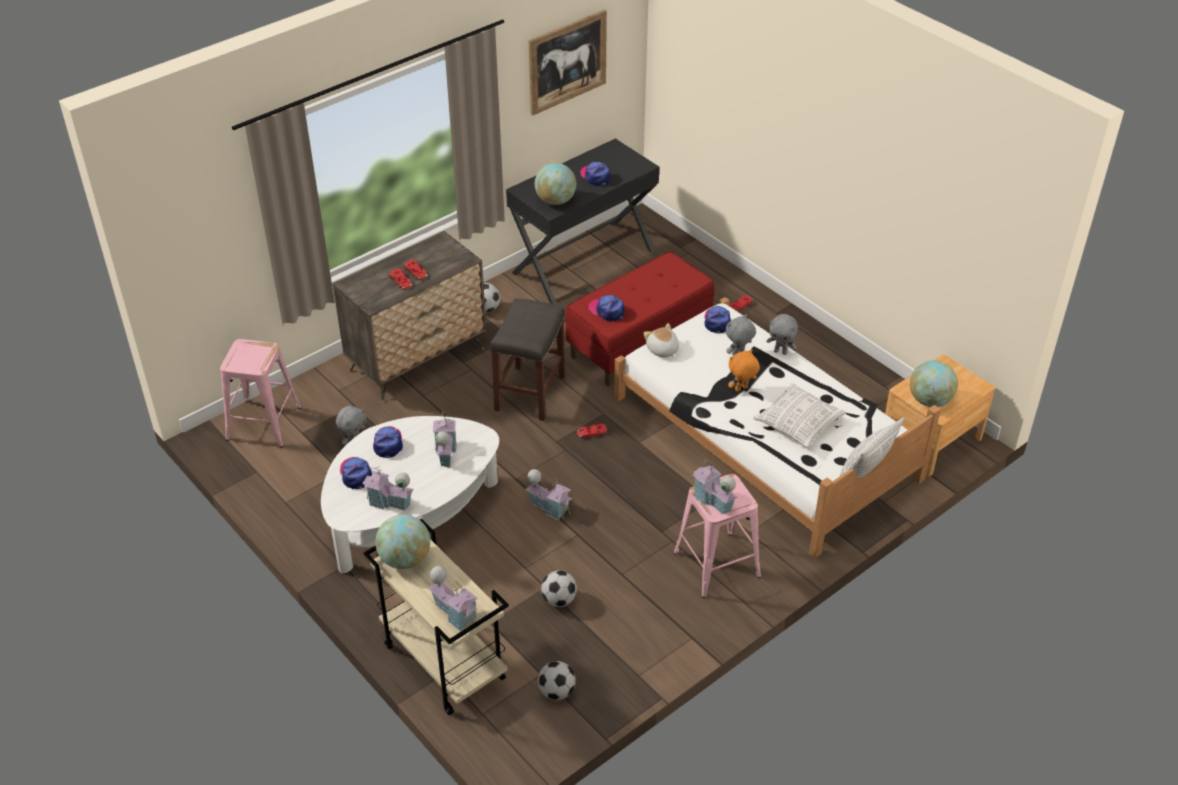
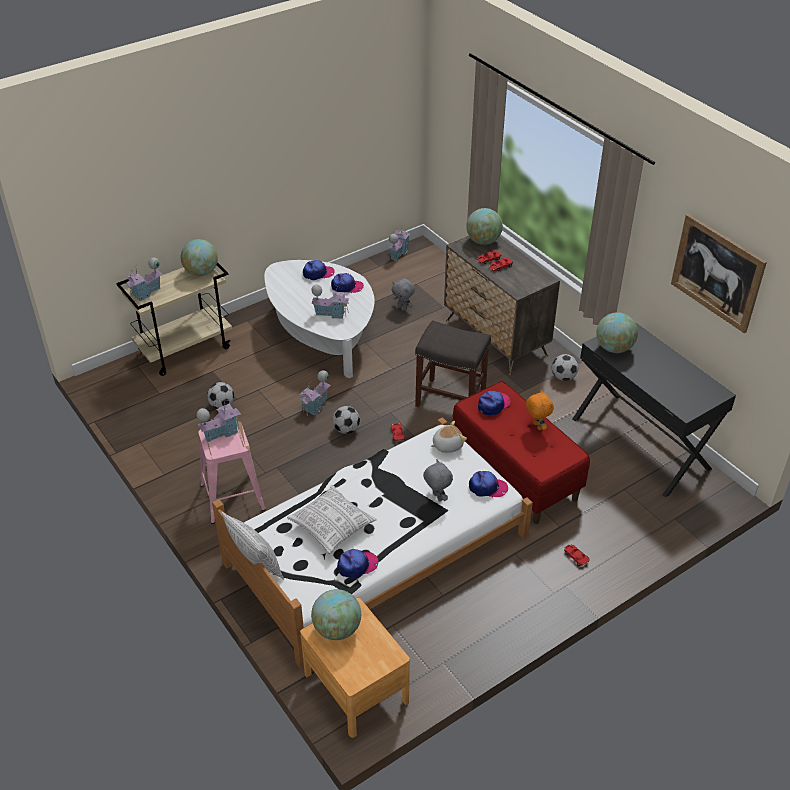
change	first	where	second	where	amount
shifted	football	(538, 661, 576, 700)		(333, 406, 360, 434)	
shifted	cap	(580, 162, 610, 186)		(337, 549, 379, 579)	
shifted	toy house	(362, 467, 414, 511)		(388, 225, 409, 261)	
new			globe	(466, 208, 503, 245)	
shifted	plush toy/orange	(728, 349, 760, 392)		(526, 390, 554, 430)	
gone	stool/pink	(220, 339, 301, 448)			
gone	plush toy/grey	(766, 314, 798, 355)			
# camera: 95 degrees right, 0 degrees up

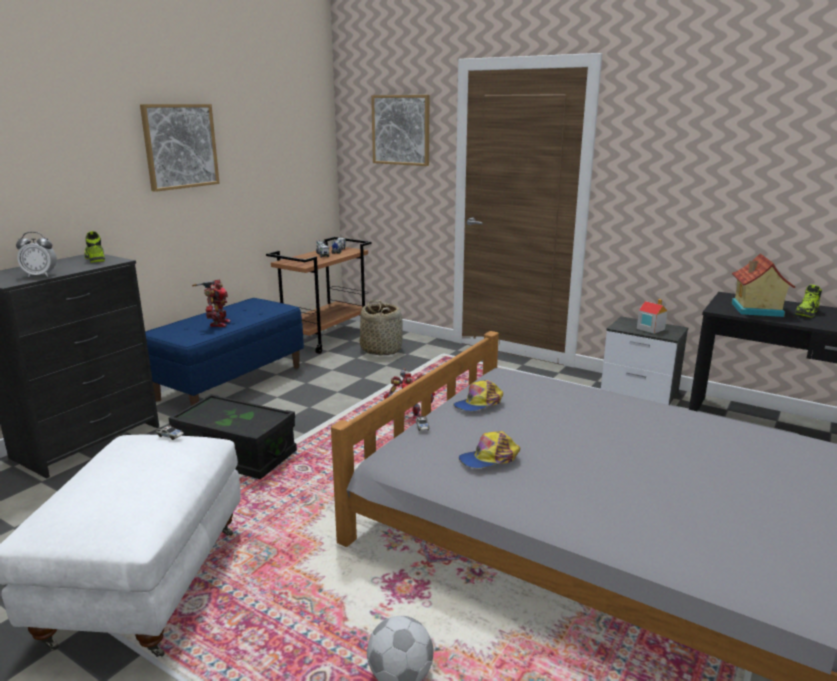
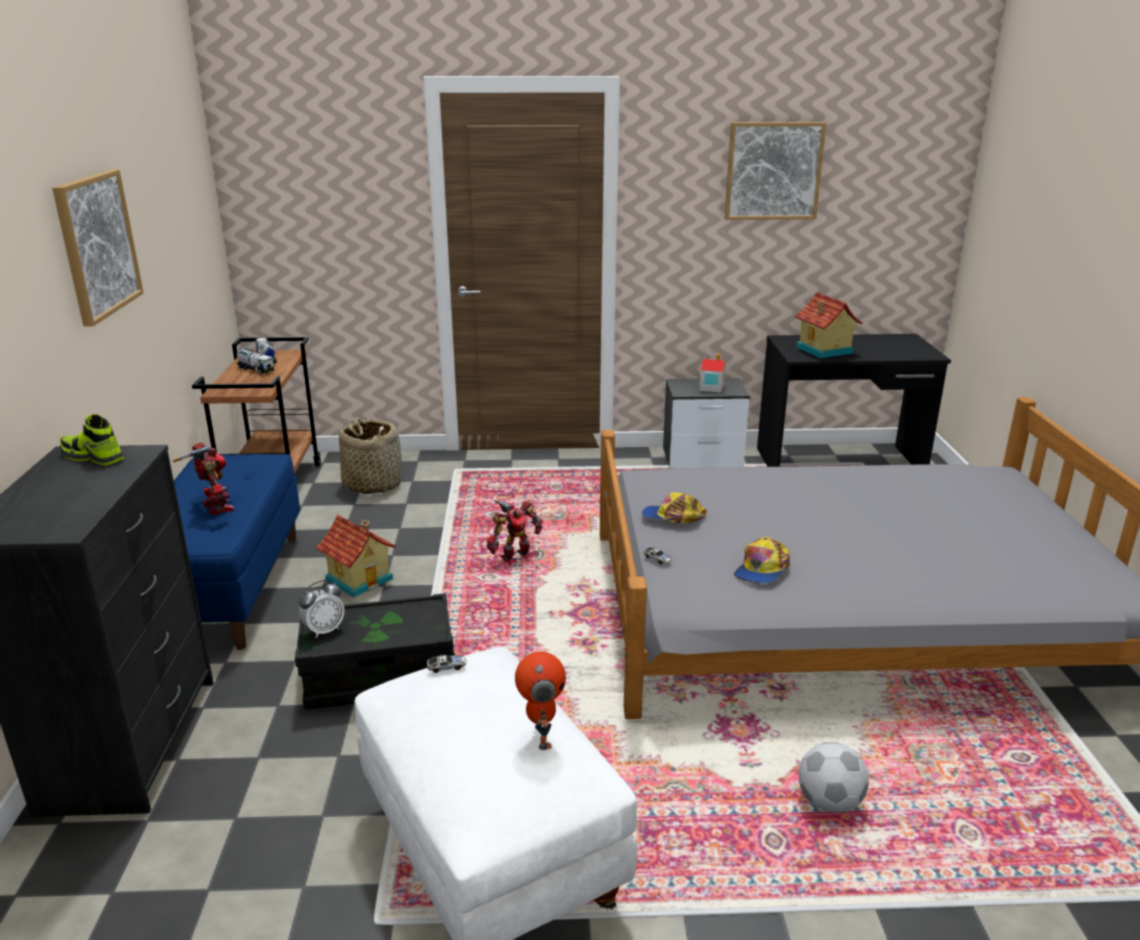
change	first	where	second	where	amount
shifted	alarm clock	(16, 232, 57, 277)		(299, 580, 345, 638)	
new			toy house	(316, 515, 396, 598)	
new			toy robot	(515, 651, 566, 750)	
rotated	cap	(453, 380, 503, 411)		(642, 492, 707, 524)	90 degrees clockwise
shifted	picture	(371, 95, 429, 166)		(725, 122, 826, 220)	
gone	shoe	(795, 285, 822, 317)			
# camera: 35 degrees left, 5 degrees up

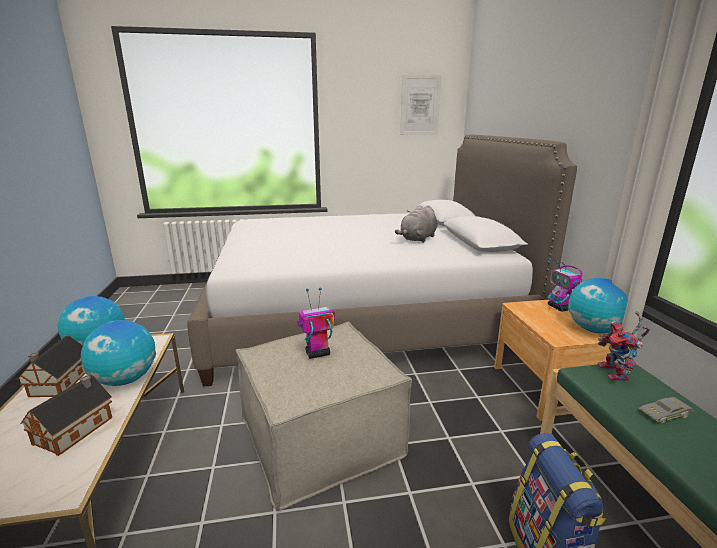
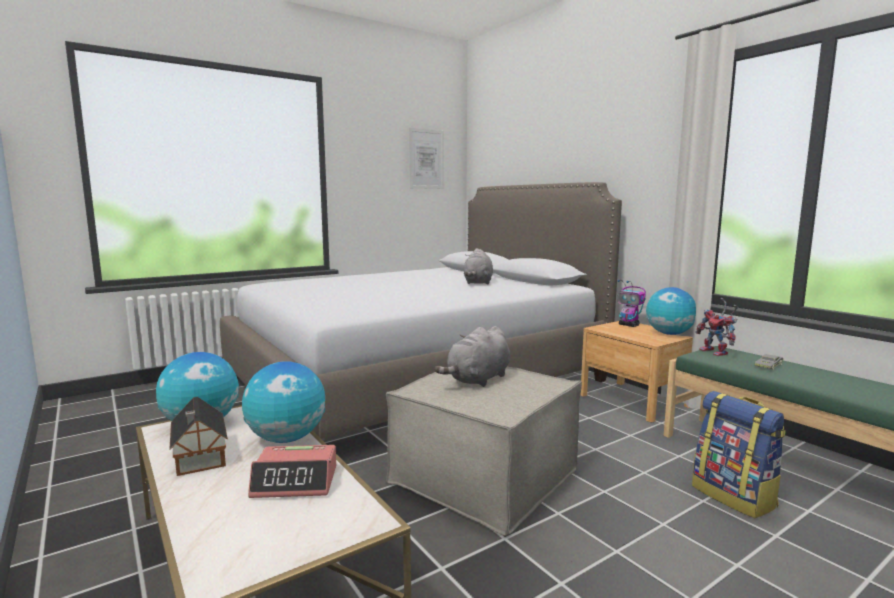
change	first	where	second	where	amount
swapped	toy house	(20, 375, 112, 456)	alarm clock	(248, 445, 336, 498)	
swapped	toy robot	(298, 287, 335, 359)	plush toy/grey	(435, 326, 510, 387)	
# camera: 25 degrees left, 10 degrees down

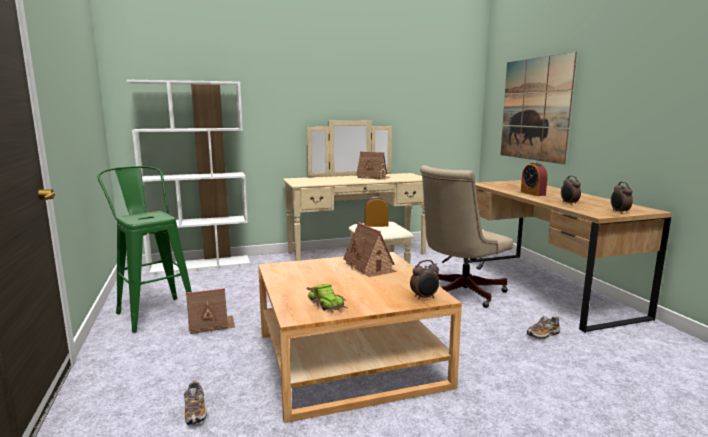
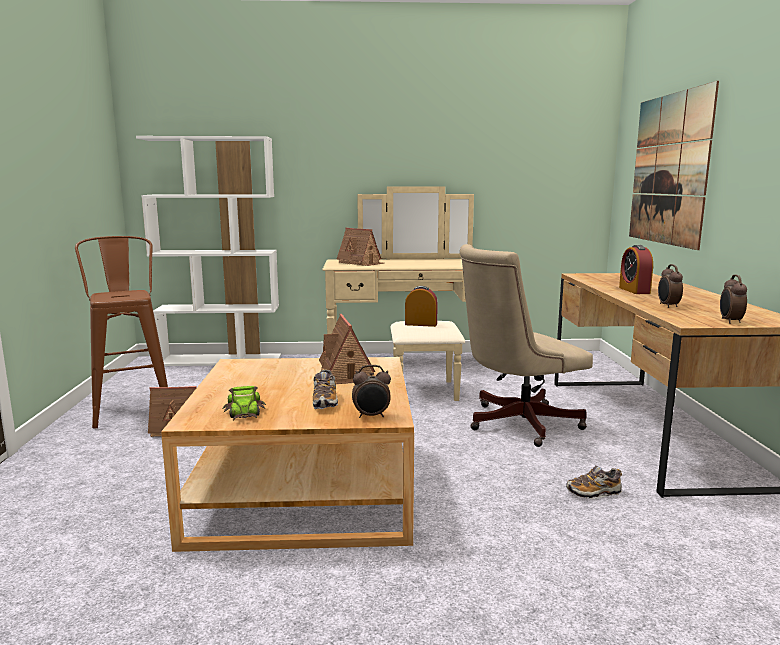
change	first	where	second	where	amount
repainted	stool/green	(97, 166, 192, 333)	stool/brown	(75, 236, 168, 428)	
shifted	shoe	(184, 381, 207, 426)		(313, 369, 338, 409)	
shifted	toy house	(356, 151, 390, 180)		(337, 228, 384, 266)	
# camera: 15 degrees right, 0 degrees up

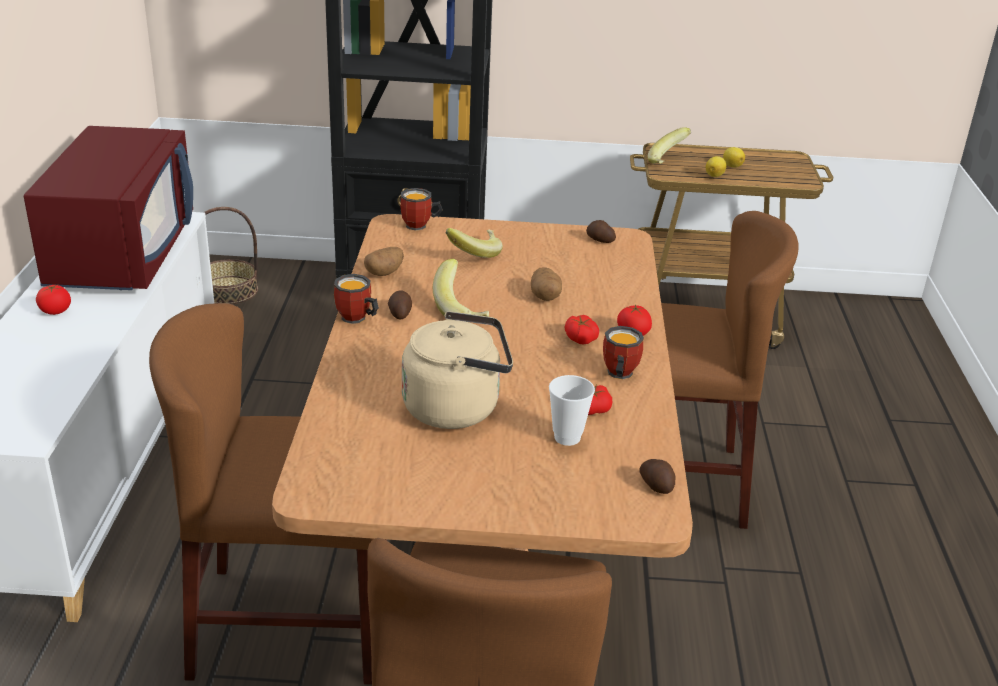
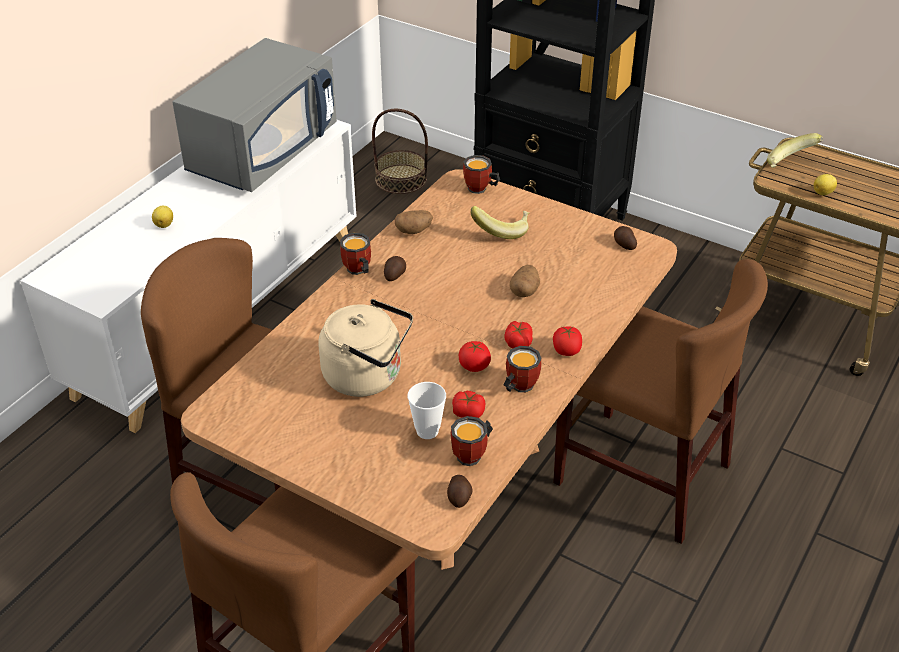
change	first	where	second	where	amount
shifted	lemon	(723, 147, 745, 168)		(152, 206, 173, 228)	
repainted	microwave/red	(24, 126, 193, 290)	microwave/grey	(172, 38, 337, 192)	
new			mug	(450, 416, 493, 466)	
shifted	tomato	(36, 285, 71, 315)		(459, 341, 491, 372)	
gone	banana	(433, 258, 489, 317)			
# camera: 30 degrees right, 10 degrees up

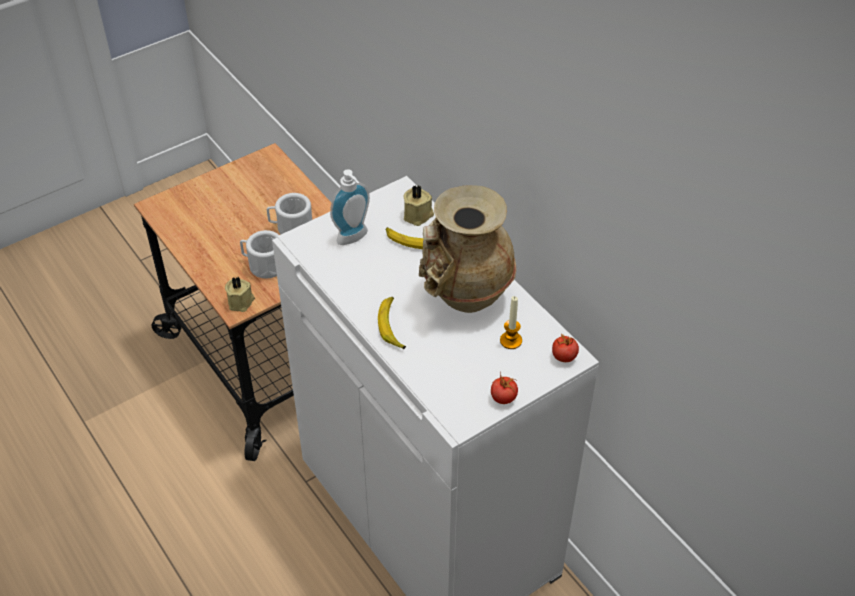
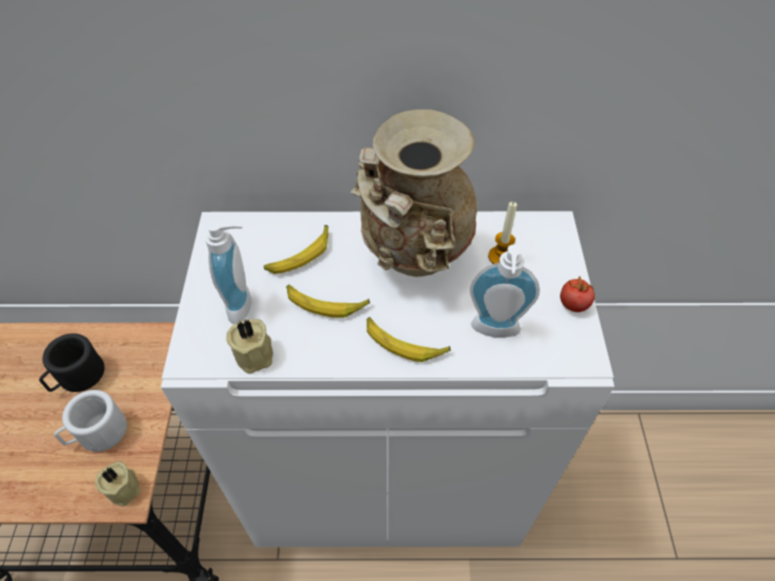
change	first	where	second	where	amount
repainted	mug/white	(267, 193, 312, 234)	mug/black	(39, 333, 105, 392)	
shifted	candle/beige	(404, 185, 434, 226)		(226, 319, 273, 374)	
new			banana	(286, 284, 370, 318)	
new			soap dispenser	(470, 245, 540, 338)	
gone	tomato	(552, 334, 579, 362)			
# camera: 55 degrees left, 5 degrees up

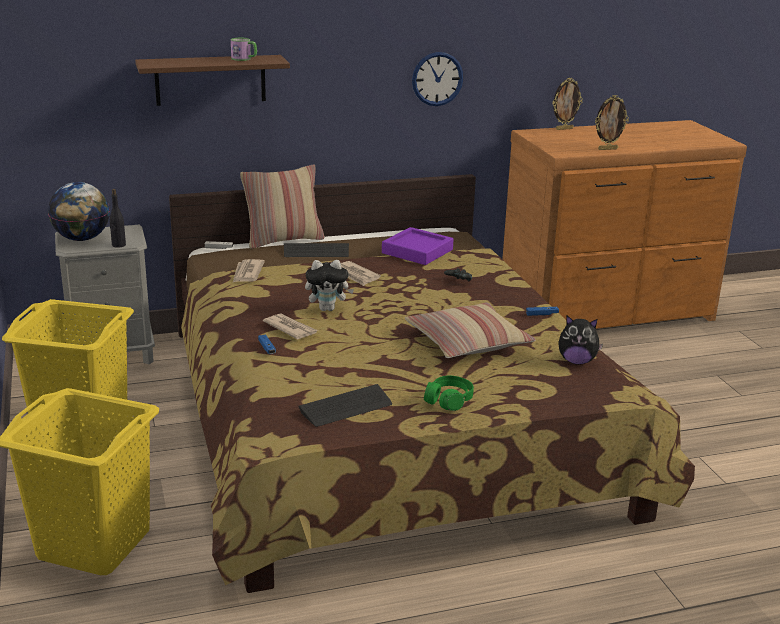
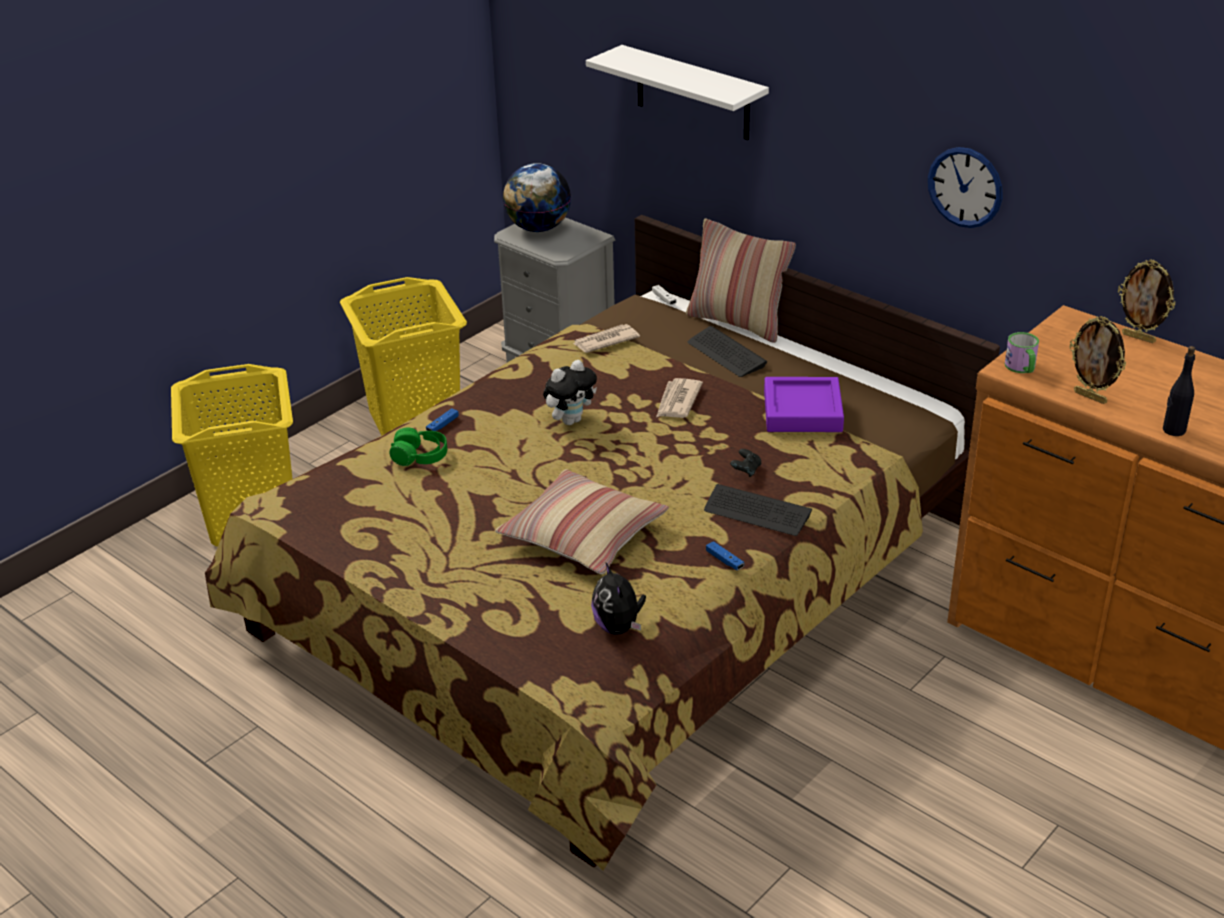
change	first	where	second	where	amount
shifted	headphones/green	(424, 376, 474, 411)		(390, 428, 447, 466)	
rotated	plush toy	(305, 260, 354, 311)		(543, 360, 597, 425)	90 degrees counterclockwise
repainted	shelf/brown	(135, 55, 290, 106)	shelf/white	(586, 45, 769, 140)	
shifted	keyboard	(298, 384, 392, 427)		(704, 484, 812, 536)	
shifted	mug	(231, 38, 257, 61)		(1005, 332, 1039, 373)	
shifted	bottle/black	(110, 189, 126, 248)		(1163, 346, 1195, 436)	
gone	newspaper	(263, 314, 318, 340)			
# camera: 60 degrees right, 10 degrees up

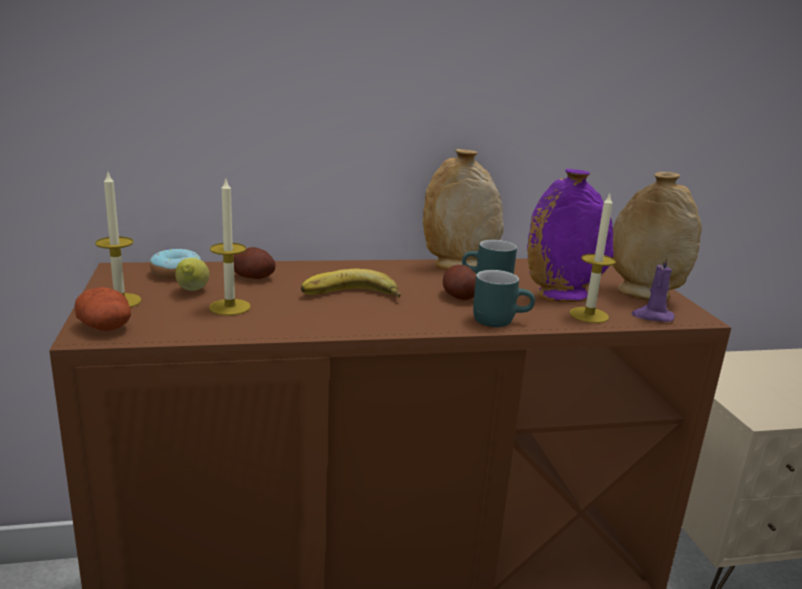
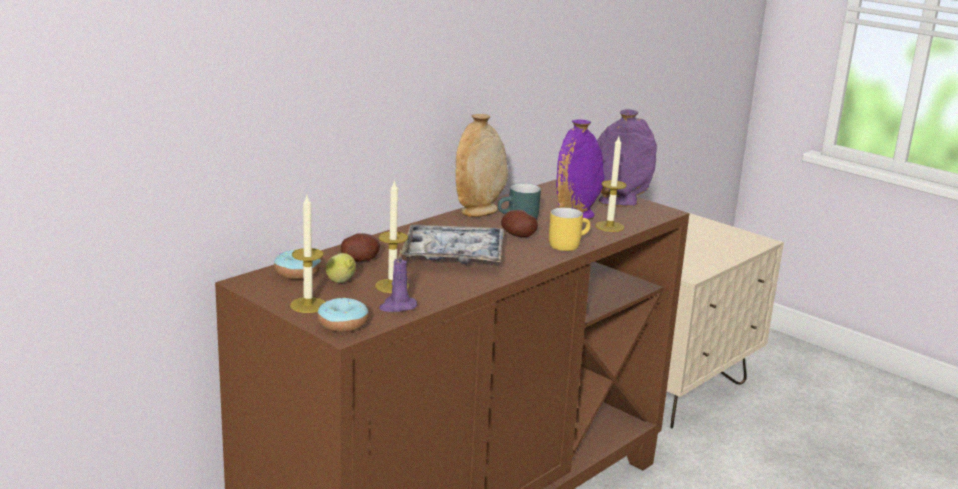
change	first	where	second	where	amount
swapped	potato	(74, 287, 131, 331)	donut	(317, 298, 368, 332)	
shifted	candle/purple	(631, 254, 675, 322)		(379, 249, 417, 312)	
swapped	banana	(301, 269, 401, 298)	tray	(401, 224, 504, 264)	
repainted	mug/turquoise	(473, 270, 535, 327)	mug/yellow	(549, 208, 590, 251)	
repainted	vase/beige	(613, 172, 702, 300)	vase/purple	(597, 109, 657, 207)	
# camera: 35 degrees left, 0 degrees up

